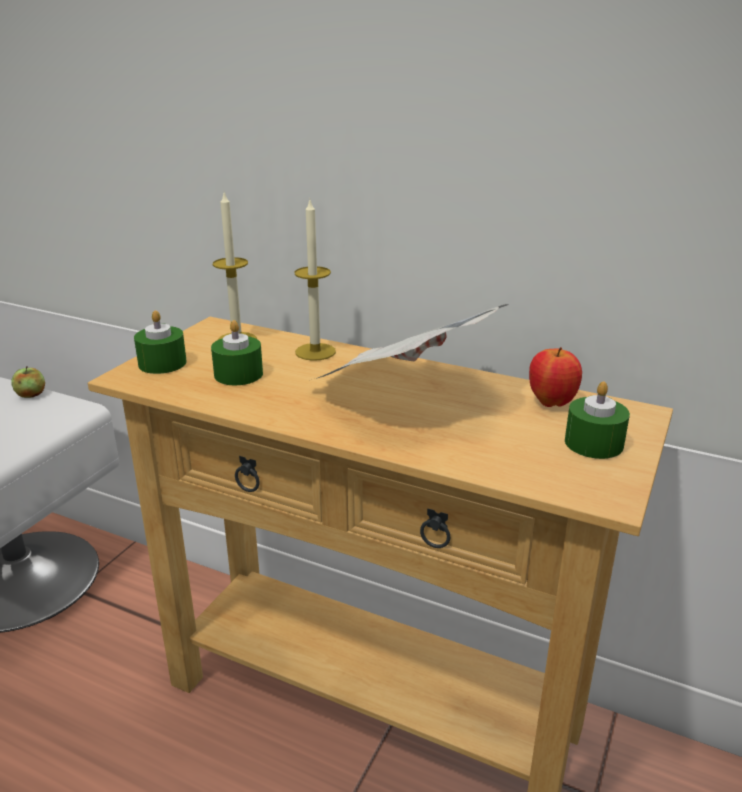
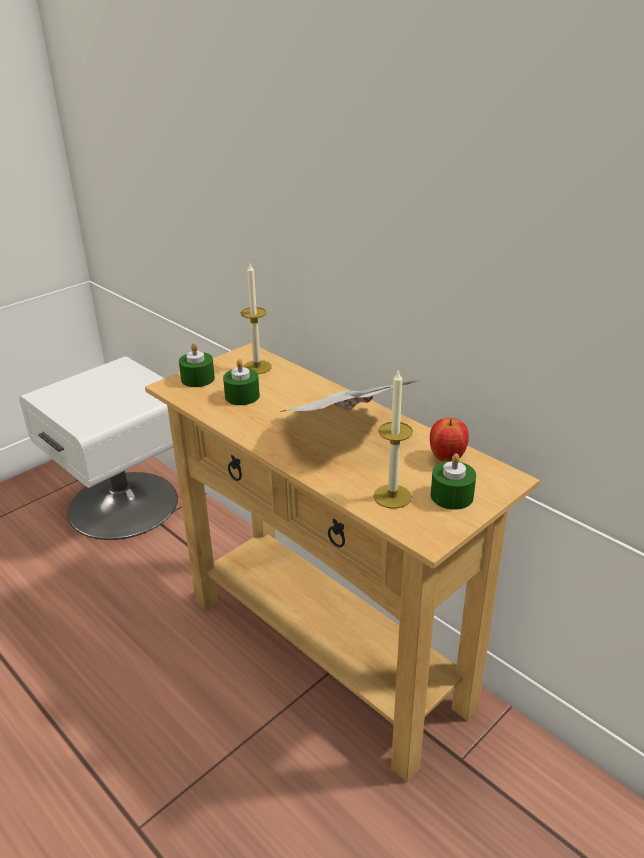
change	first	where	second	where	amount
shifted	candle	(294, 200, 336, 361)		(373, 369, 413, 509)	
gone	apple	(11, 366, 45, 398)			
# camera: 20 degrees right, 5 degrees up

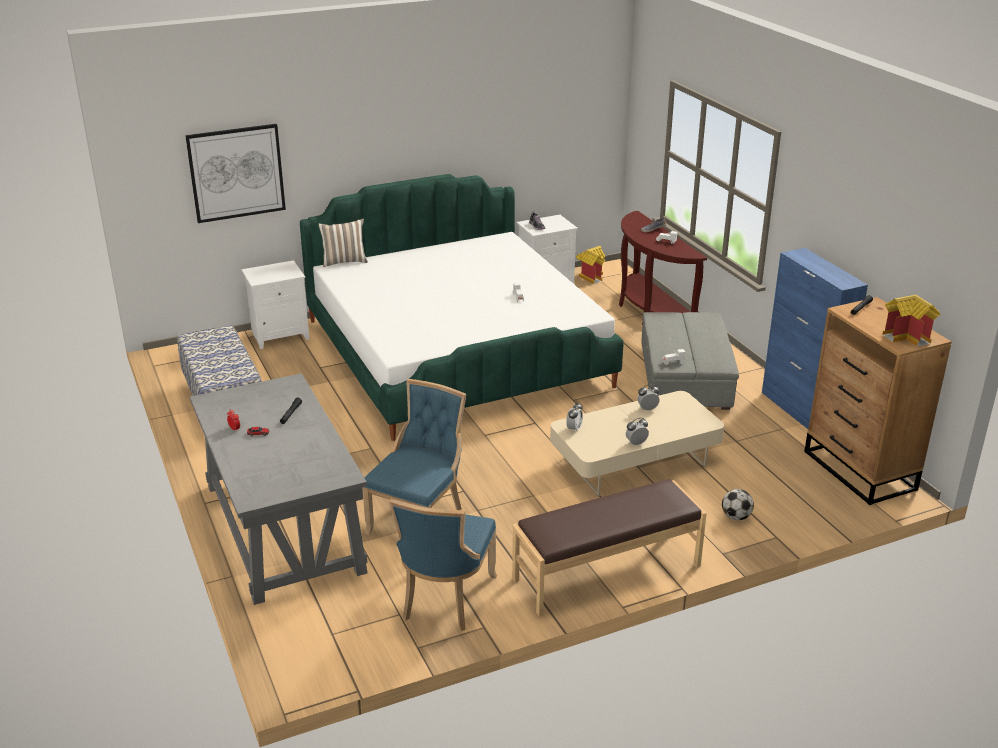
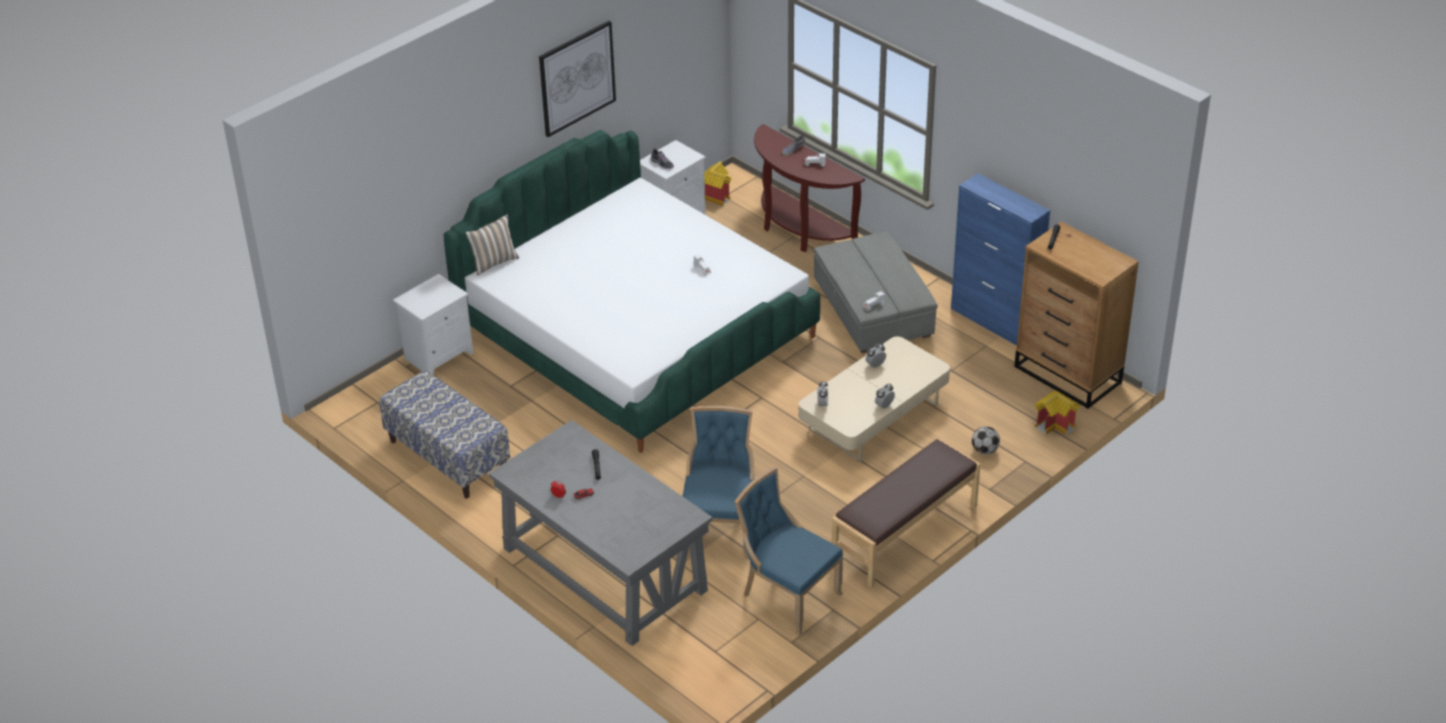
change	first	where	second	where	amount
shifted	picture	(185, 124, 286, 223)		(539, 21, 616, 137)	
rotated	chair/blue	(389, 499, 497, 631)		(734, 467, 843, 635)	135 degrees clockwise
shifted	toy house	(882, 295, 941, 347)		(1034, 391, 1080, 435)	
# camera: 20 degrees left, 10 degrees up

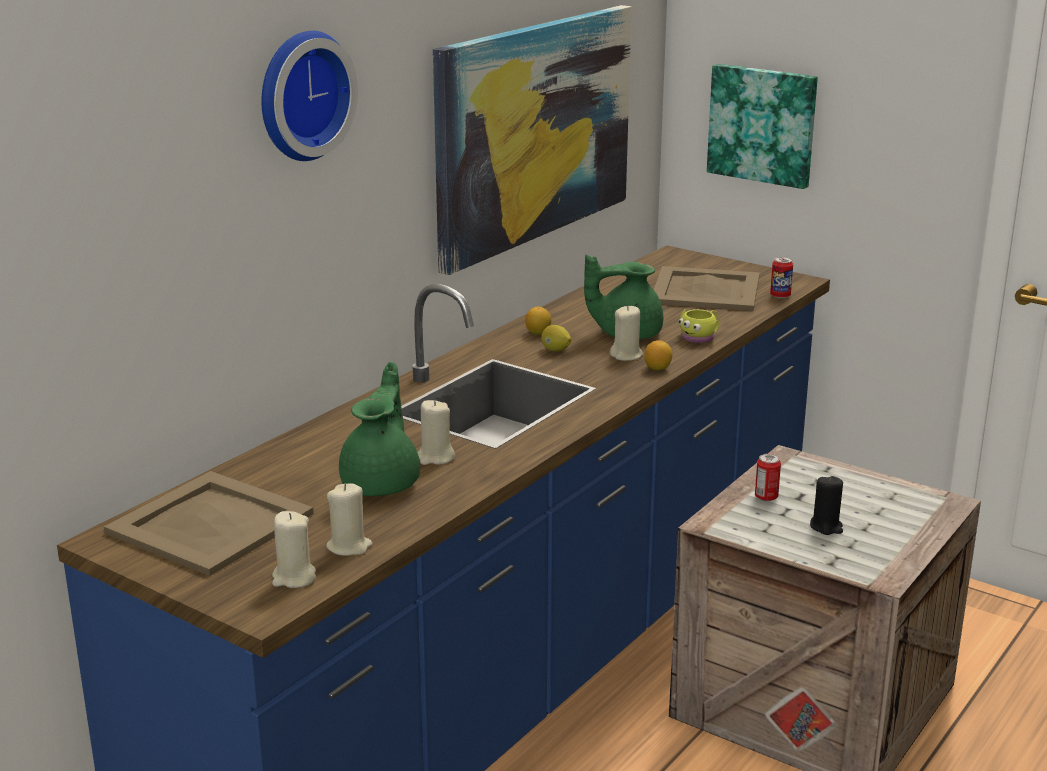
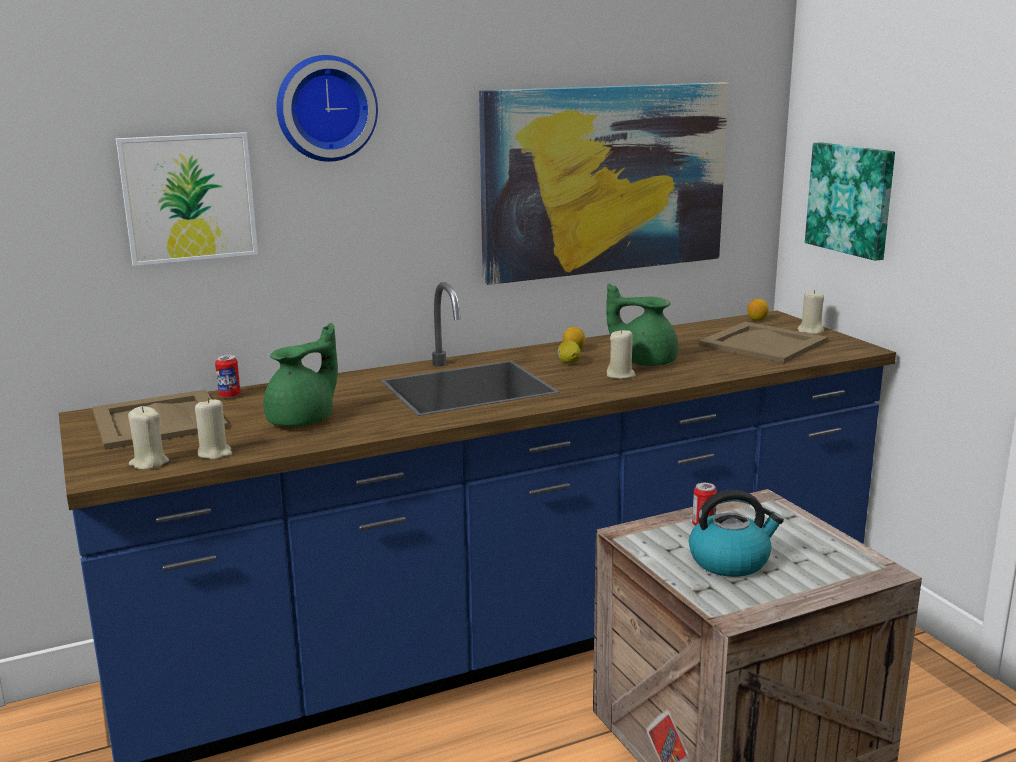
change	first	where	second	where	amount
new			picture	(116, 132, 258, 266)	
shifted	can	(770, 257, 793, 299)		(215, 355, 241, 399)	
swapped	candle/black	(810, 476, 843, 535)	kettle	(689, 490, 784, 577)	
shifted	lemon	(644, 340, 672, 370)		(747, 299, 769, 321)	
shifted	candle/beige	(418, 400, 455, 465)		(798, 290, 824, 334)	
gone	mug/yellow	(678, 309, 719, 343)			
# camera: 30 degrees right, 5 degrees down

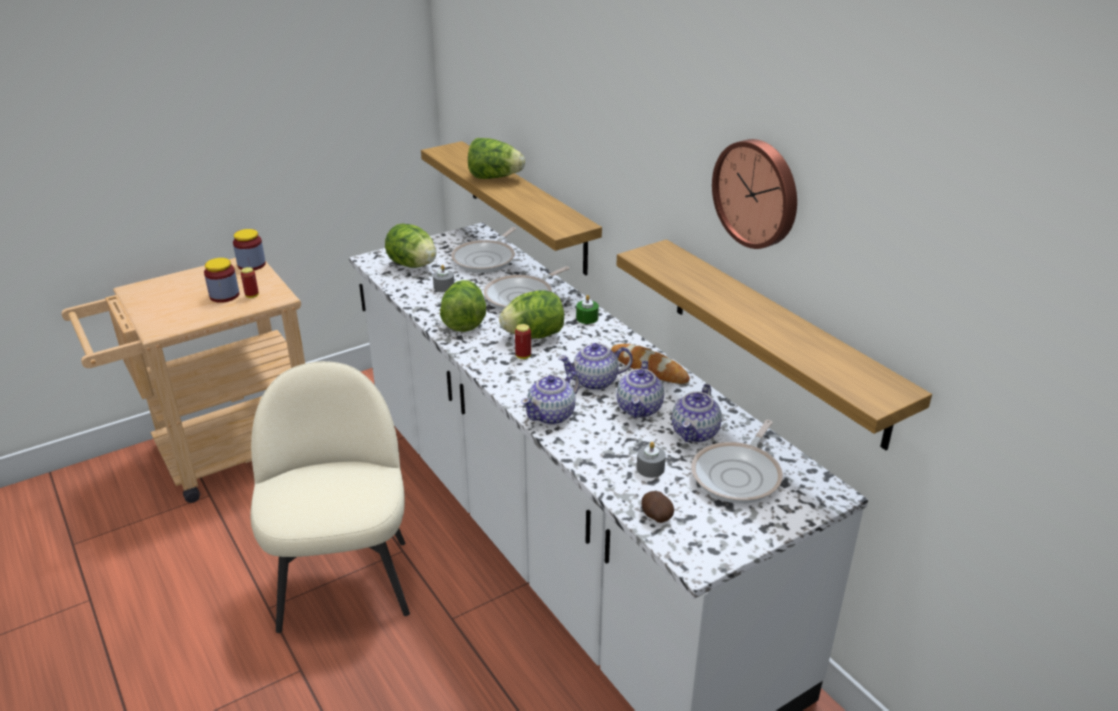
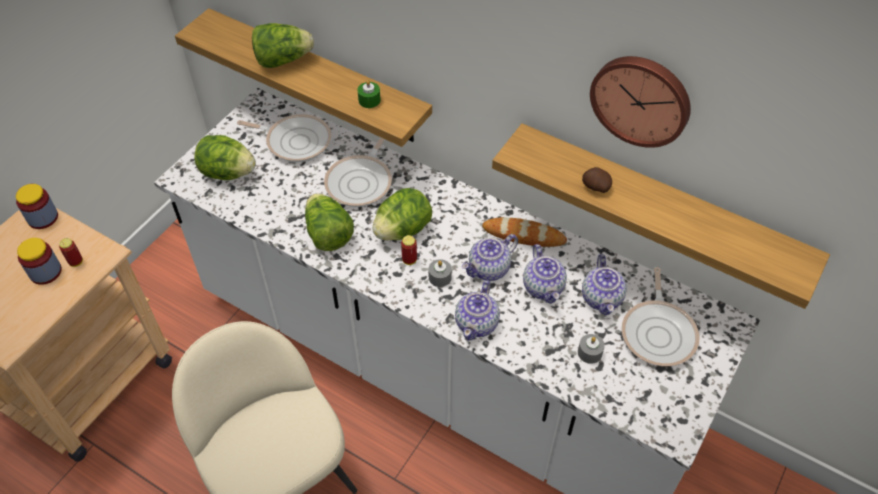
change	first	where	second	where	amount
rotated	frying pan	(451, 227, 516, 273)		(237, 114, 331, 162)	75 degrees counterclockwise
shifted	candle/green	(576, 295, 599, 324)		(357, 80, 381, 108)	
shifted	candle/grey	(433, 265, 454, 292)		(428, 259, 452, 287)	
shifted	potato	(641, 491, 674, 523)		(582, 167, 612, 193)	
# camera: 25 degrees left, 20 degrees up

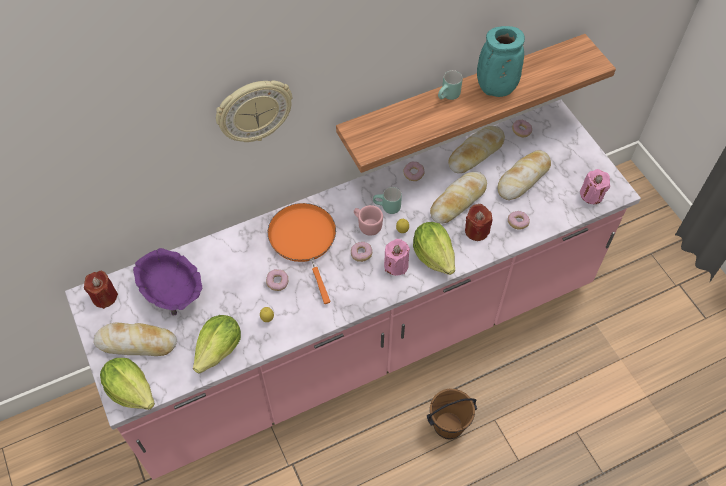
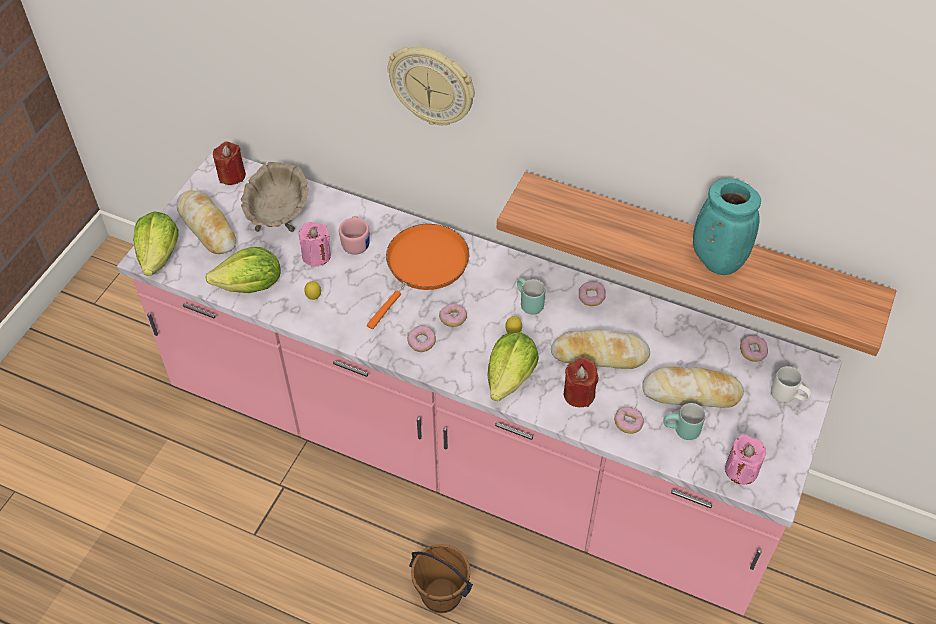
change	first	where	second	where	amount
repainted	bowl/purple	(133, 248, 202, 316)	bowl/beige	(241, 162, 309, 232)	
shifted	candle/pink	(384, 239, 410, 276)		(298, 222, 331, 267)	
shifted	mug/pink	(354, 205, 383, 236)		(339, 216, 370, 255)	
shifted	donut	(266, 269, 288, 291)		(407, 325, 436, 352)	
shifted	mug/turquoise	(438, 70, 463, 100)		(663, 403, 705, 440)	
new			mug/white	(771, 366, 811, 403)	
gone	bread	(448, 126, 505, 173)			
# camera: 50 degrees right, 5 degrees down

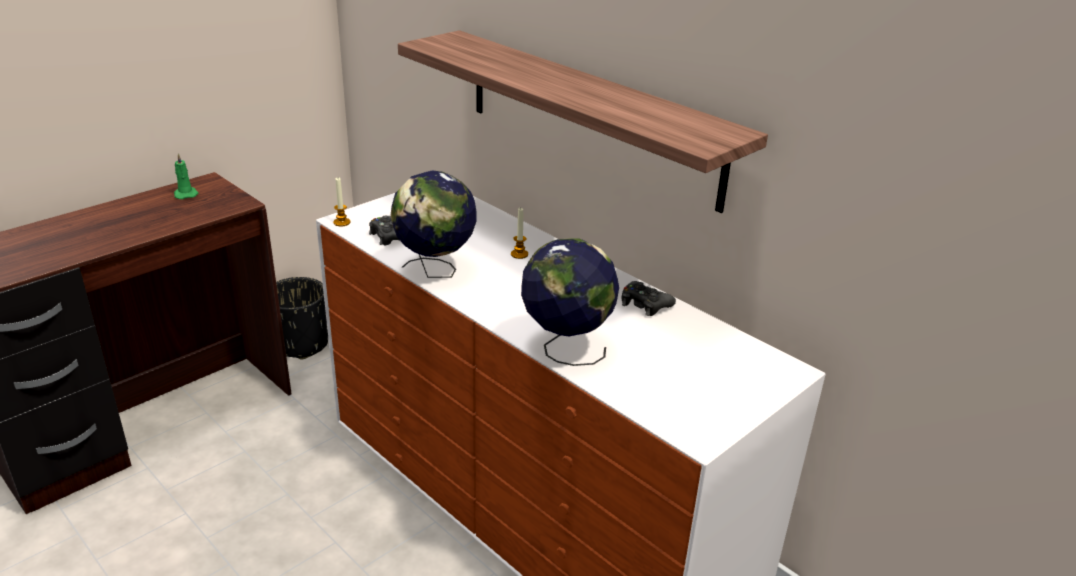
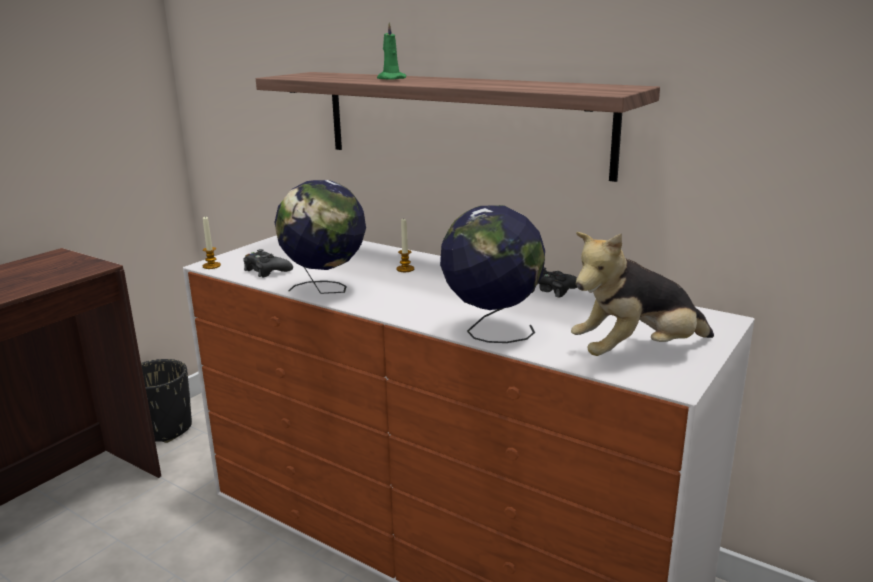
change	first	where	second	where	amount
shifted	candle/green	(174, 153, 198, 199)		(377, 22, 407, 80)	
new			plush toy	(571, 232, 714, 356)	
# camera: 10 degrees left, 10 degrees down

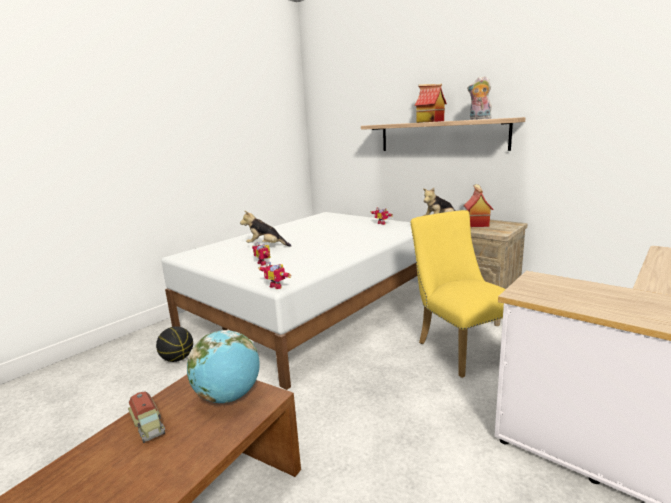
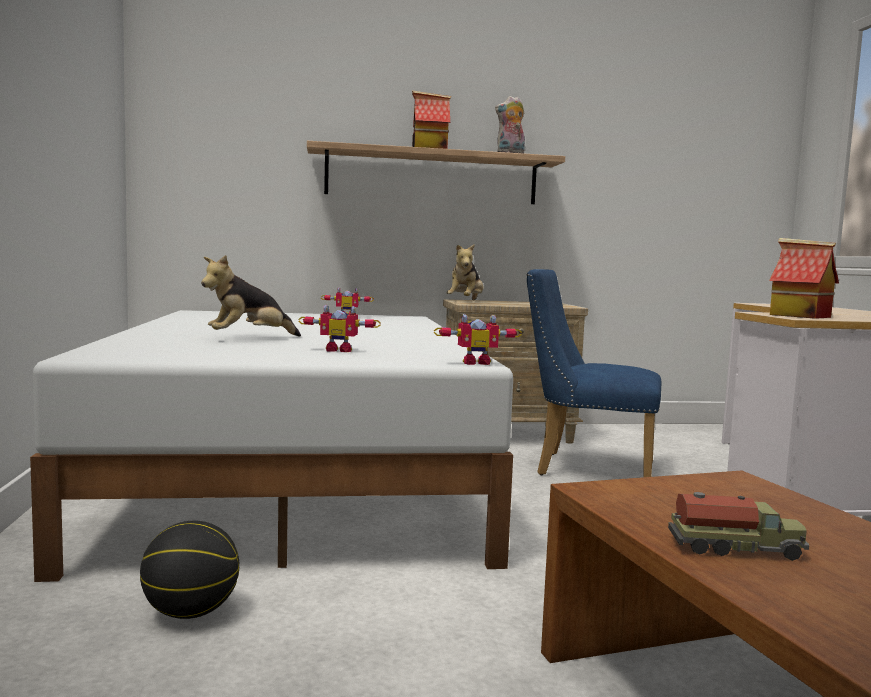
change	first	where	second	where	amount
repainted	chair/yellow	(410, 210, 506, 378)	chair/blue	(527, 269, 661, 477)	
shifted	toy house	(464, 184, 494, 227)		(769, 238, 839, 319)	
gone	globe	(187, 330, 260, 403)			
# camera: 50 degrees left, 10 degrees down

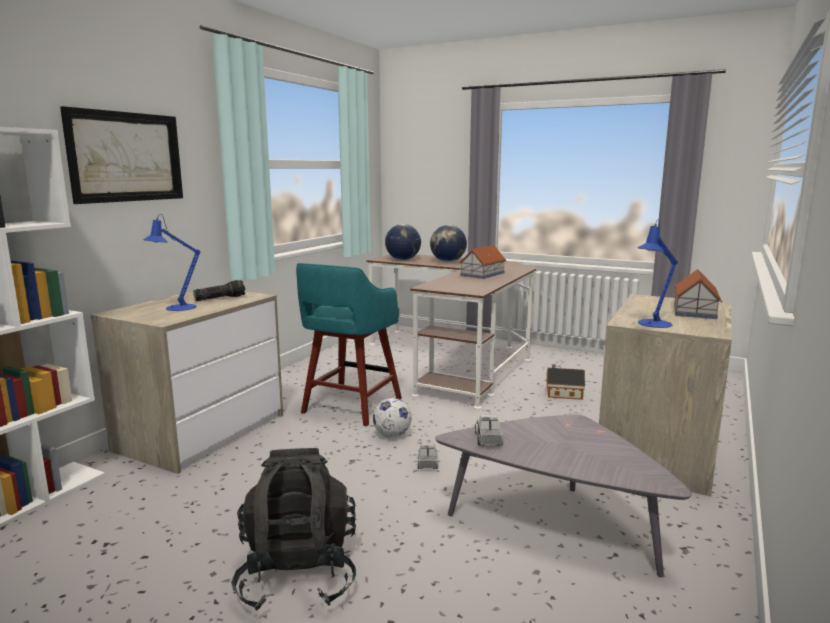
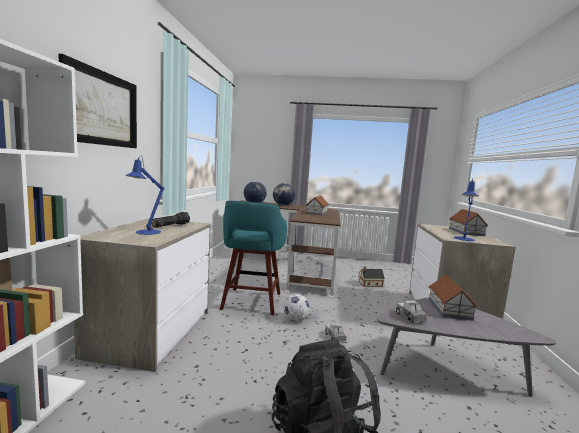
change	first	where	second	where	amount
new			toy house	(429, 275, 478, 321)	
# camera: 20 degrees left, 5 degrees down

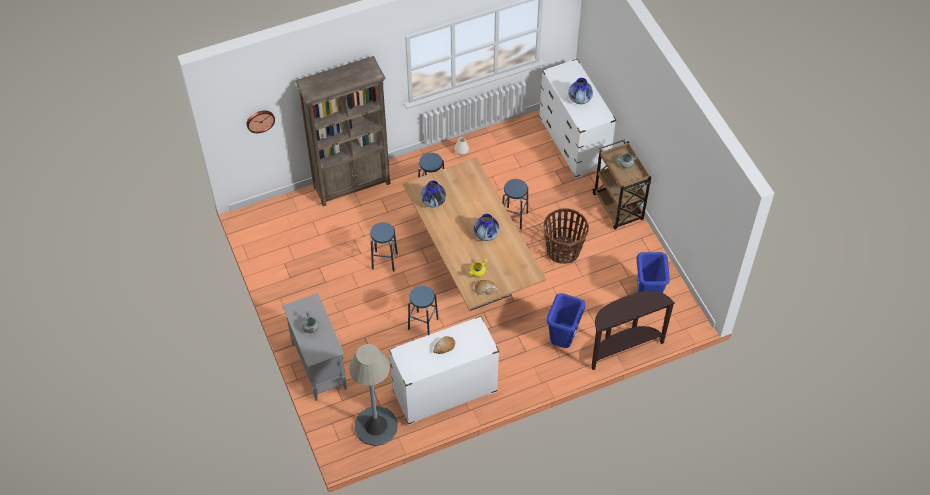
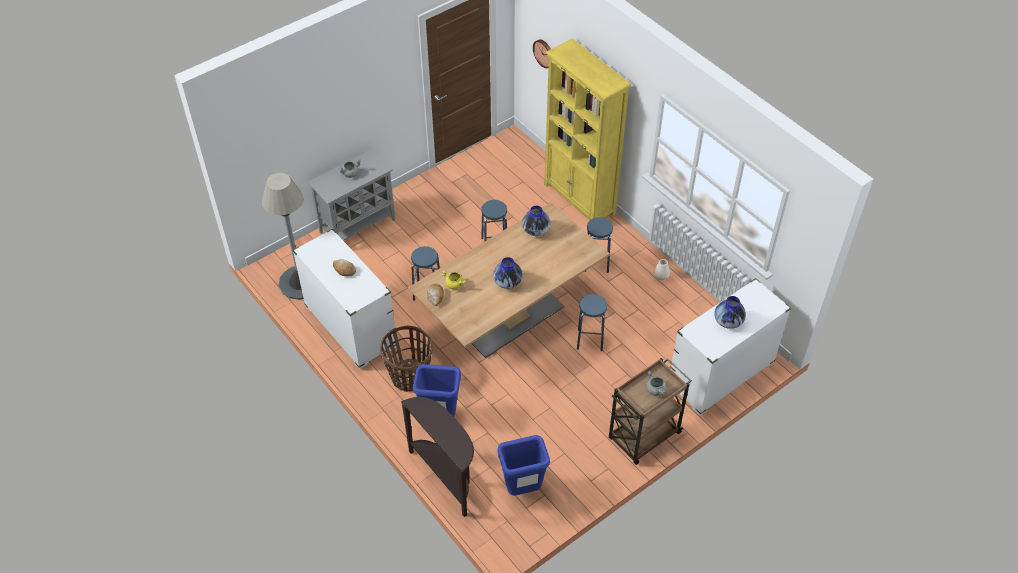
change	first	where	second	where	amount
shifted	basket	(544, 208, 589, 264)		(380, 326, 433, 392)	
repainted	bookcase/brown	(295, 56, 391, 206)	bookcase/yellow	(544, 39, 631, 220)	
# camera: 75 degrees right, 5 degrees down

